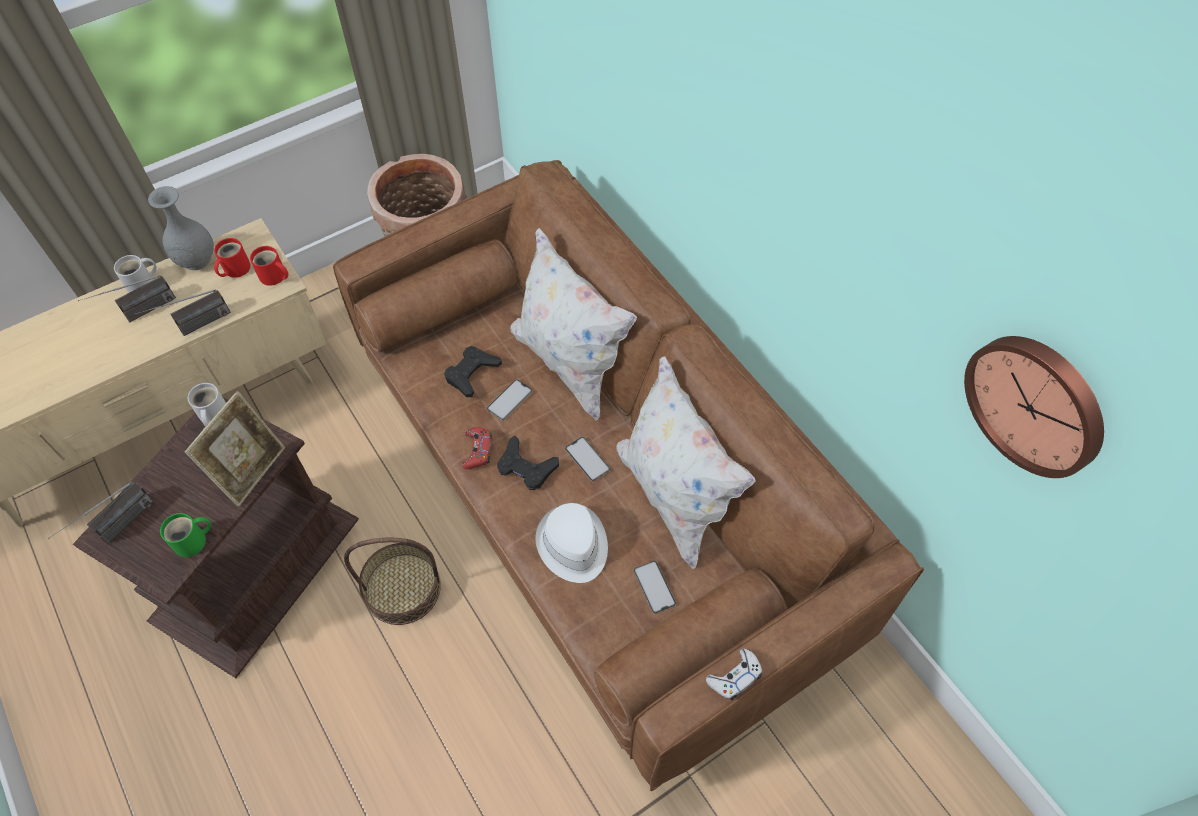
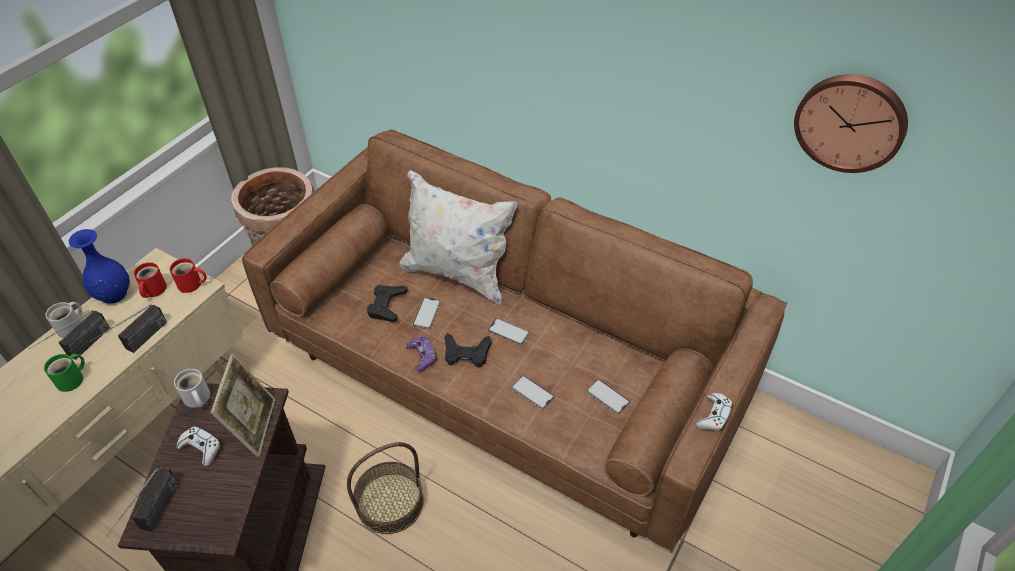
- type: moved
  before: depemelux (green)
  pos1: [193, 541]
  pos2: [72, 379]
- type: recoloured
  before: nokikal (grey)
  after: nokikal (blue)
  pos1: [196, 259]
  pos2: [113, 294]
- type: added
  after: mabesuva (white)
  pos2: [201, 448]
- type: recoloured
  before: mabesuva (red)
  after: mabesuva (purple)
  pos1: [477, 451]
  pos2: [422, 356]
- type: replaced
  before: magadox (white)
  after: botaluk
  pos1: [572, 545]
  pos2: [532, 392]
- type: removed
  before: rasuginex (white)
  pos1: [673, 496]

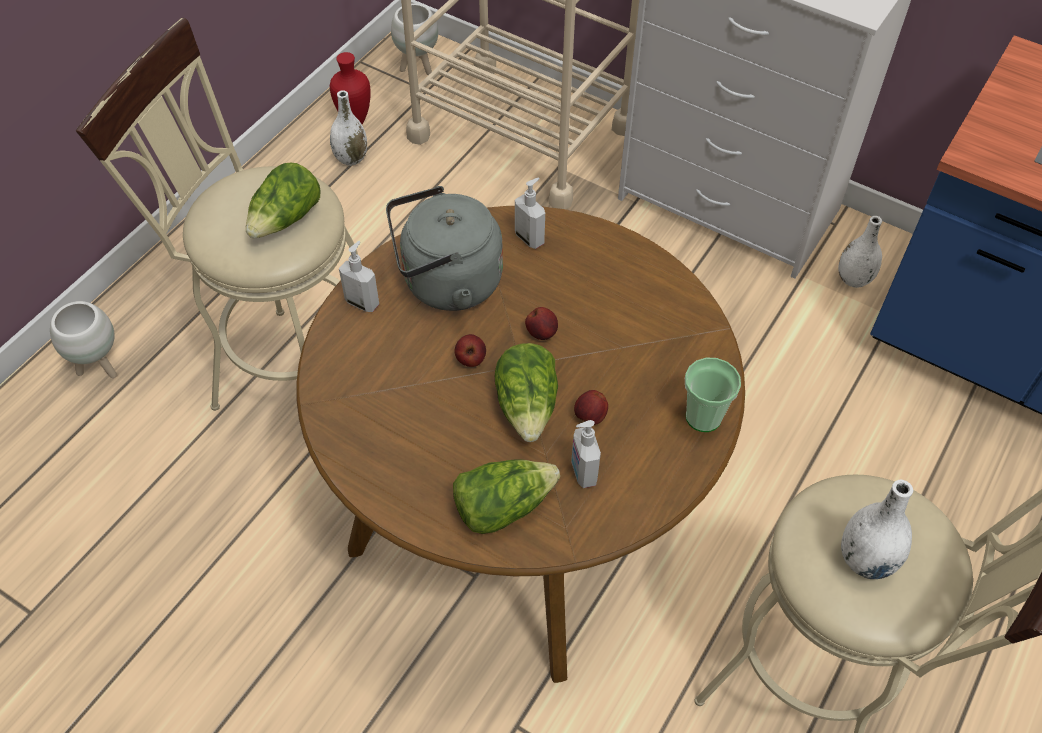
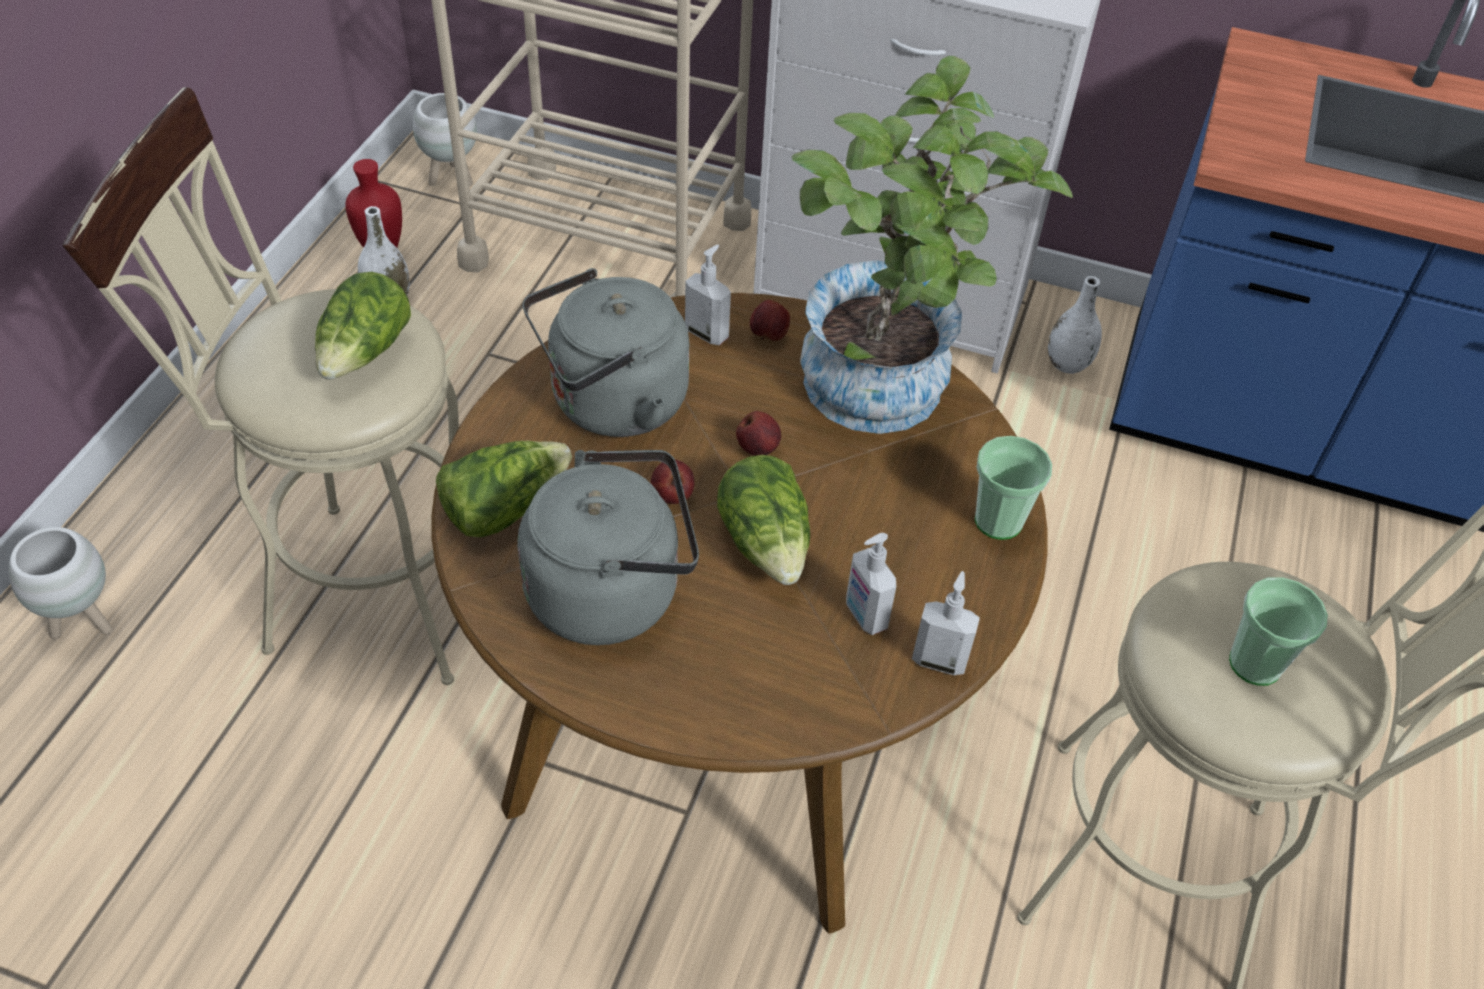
- type: moved
  before: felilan
  pos1: [502, 506]
  pos2: [504, 507]
- type: added
  after: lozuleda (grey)
  pos2: [612, 591]
- type: moved
  before: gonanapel
  pos1: [590, 417]
  pos2: [768, 336]
- type: added
  after: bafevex
  pos2: [887, 397]
- type: moved
  before: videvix
  pos1: [362, 302]
  pos2: [939, 660]
- type: replaced
  before: nokikal (white)
  after: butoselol
  pos1: [865, 560]
  pos2: [1255, 664]

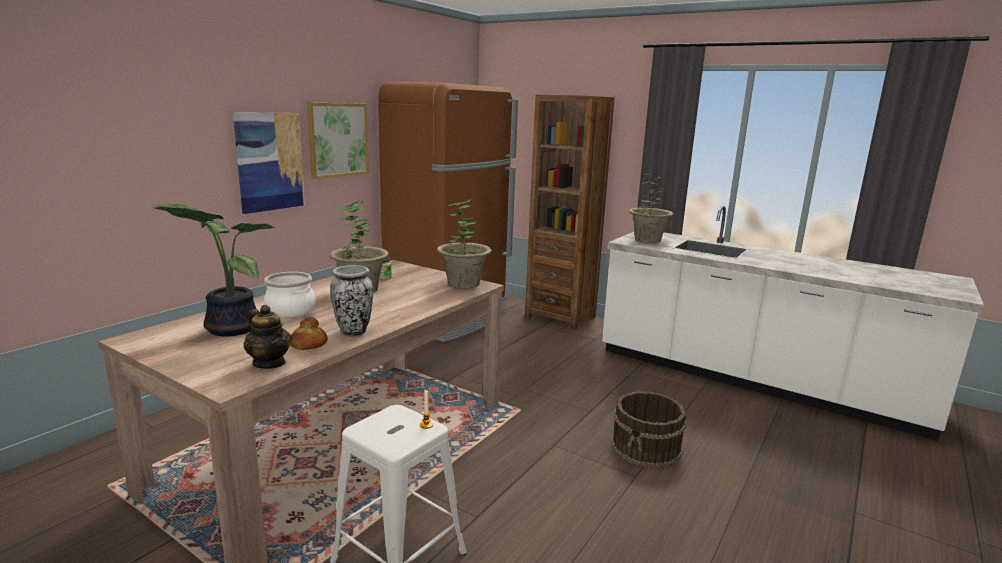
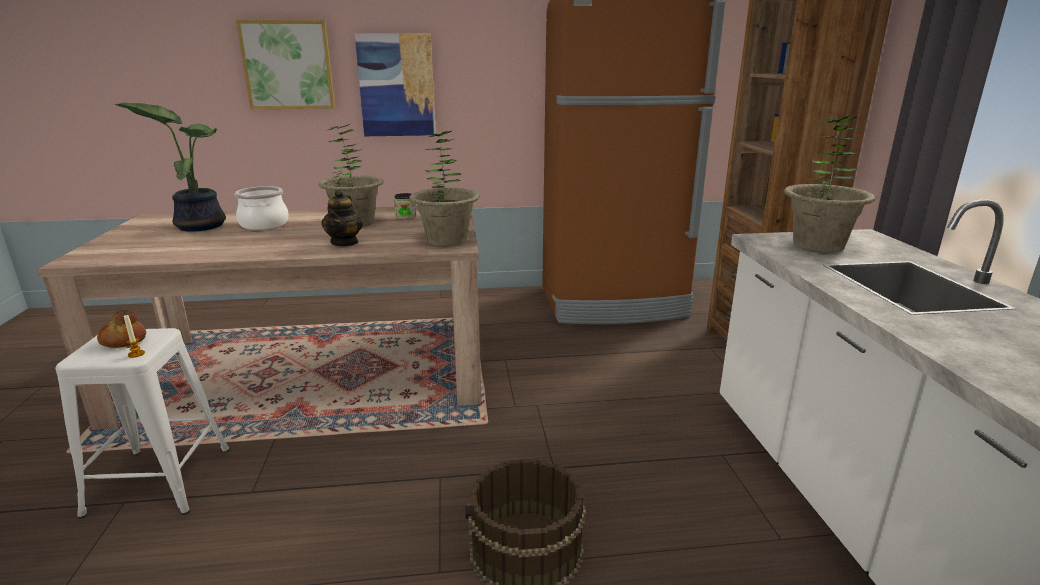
- type: moved
  before: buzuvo
  pos1: [308, 344]
  pos2: [123, 341]
- type: moved
  before: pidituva
  pos1: [337, 139]
  pos2: [288, 65]
- type: moved
  before: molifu
  pos1: [270, 363]
  pos2: [345, 242]
- type: removed
  before: nokikal
  pos1: [354, 332]

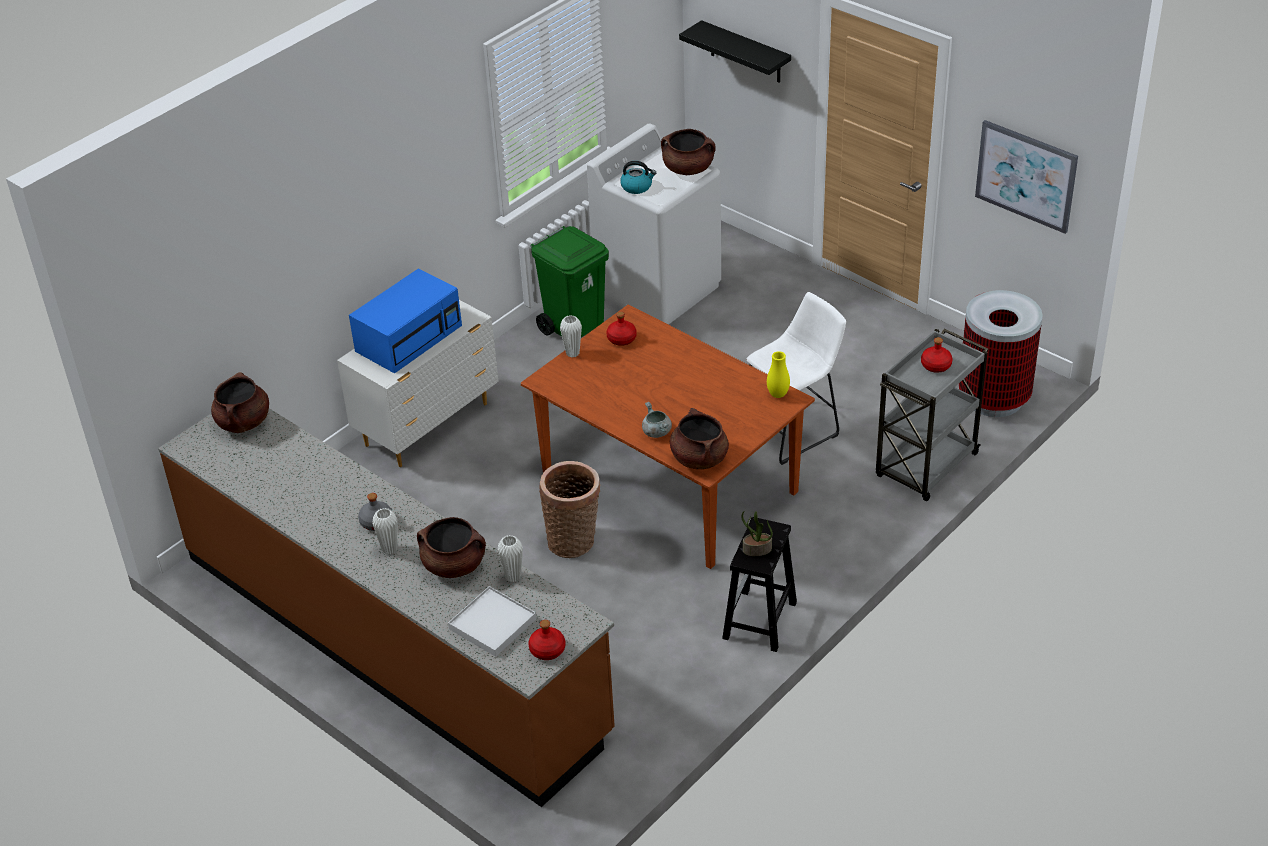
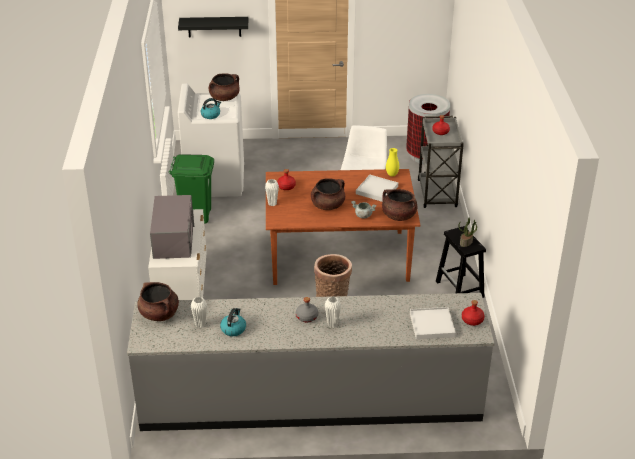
- type: recoloured
  before: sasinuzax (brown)
  after: sasinuzax (grey)
  pos1: [393, 642]
  pos2: [310, 400]
- type: recoloured
  before: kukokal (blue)
  after: kukokal (grey)
  pos1: [410, 337]
  pos2: [173, 238]
- type: moved
  before: nokikal (white)
  pos1: [513, 576]
  pos2: [200, 325]
- type: added
  after: lozuleda
  pos2: [233, 329]
- type: moved
  before: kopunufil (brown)
  pos1: [454, 565]
  pos2: [328, 205]
- type: added
  after: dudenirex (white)
  pos2: [376, 190]
- type: removed
  before: pidituva
  pos1: [1026, 176]

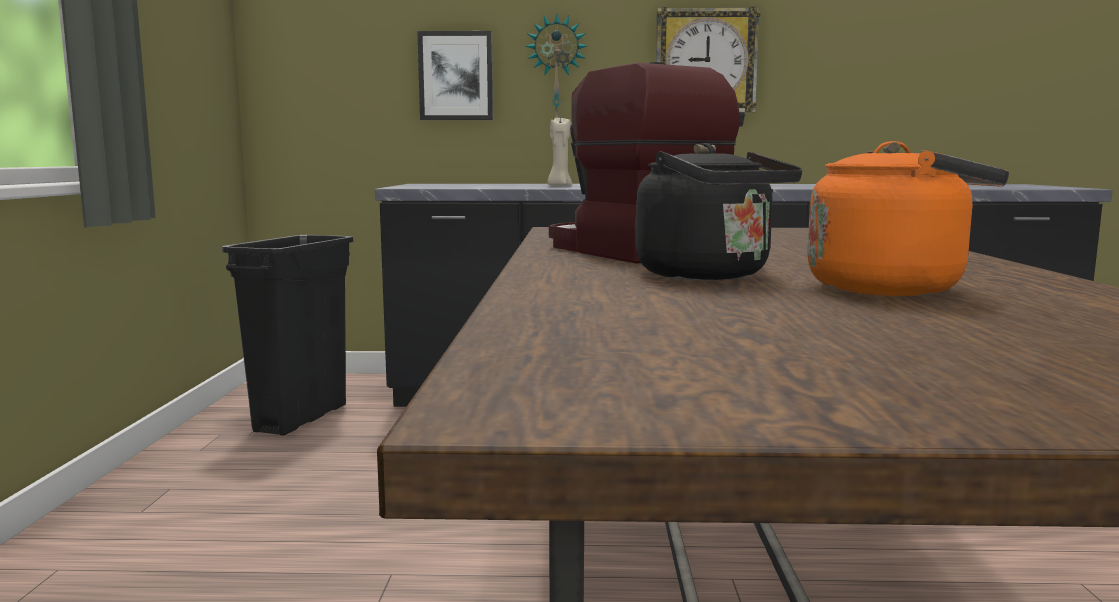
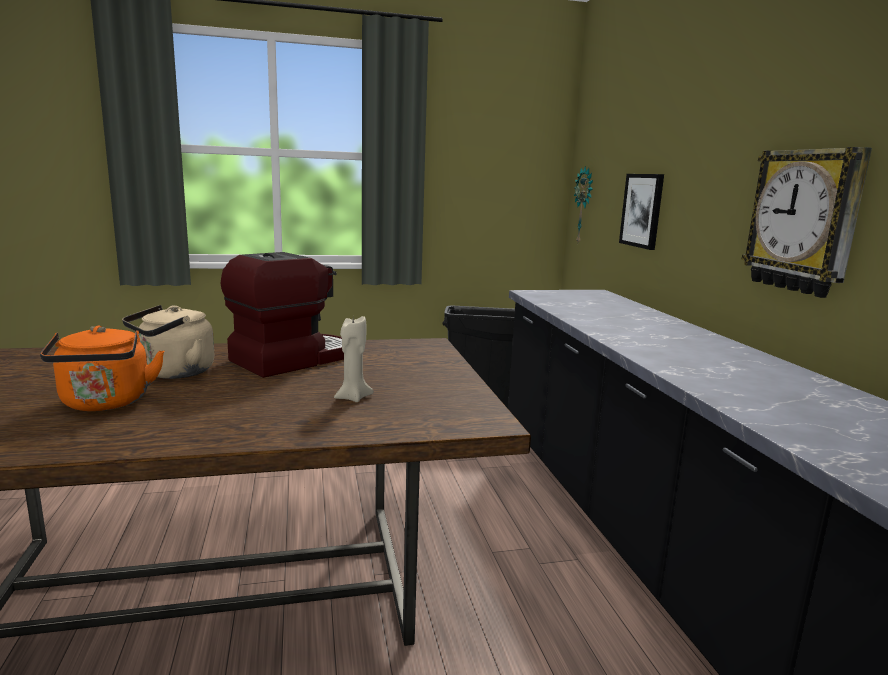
- type: recoloured
  before: lozuleda (black)
  after: lozuleda (beige)
  pos1: [710, 276]
  pos2: [173, 373]
- type: moved
  before: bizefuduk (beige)
  pos1: [559, 186]
  pos2: [353, 397]
- type: moved
  before: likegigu
  pos1: [556, 72]
  pos2: [584, 206]

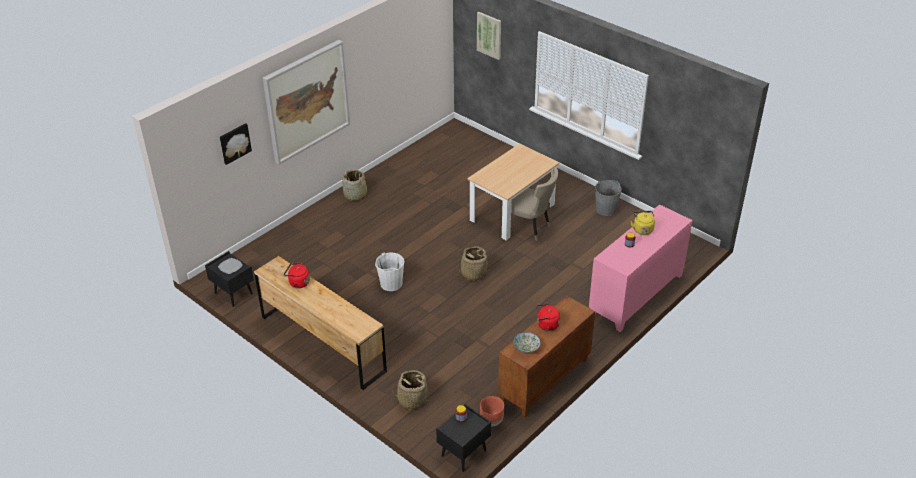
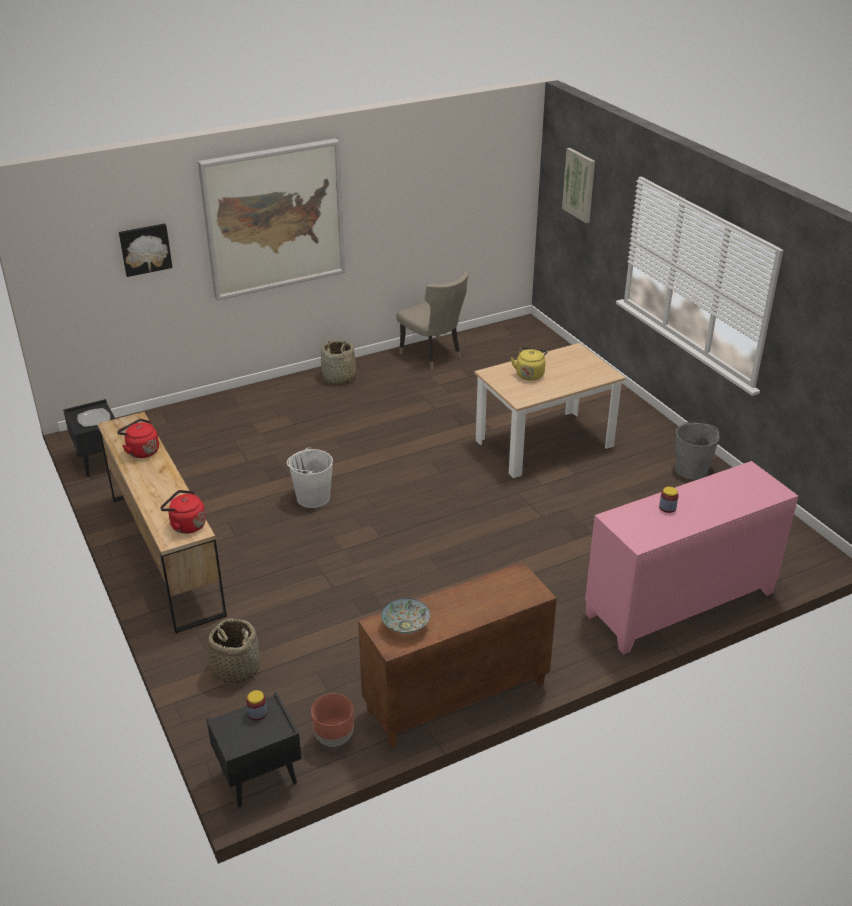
- type: moved
  before: lozuleda (red)
  pos1: [546, 325]
  pos2: [186, 525]
- type: moved
  before: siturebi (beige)
  pos1: [530, 228]
  pos2: [433, 356]
- type: moved
  before: lozuleda (yellow)
  pos1: [642, 229]
  pos2: [530, 374]
- type: removed
  before: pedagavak
  pos1: [473, 273]

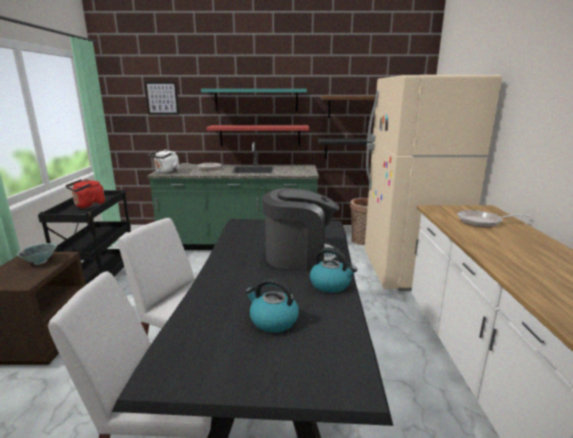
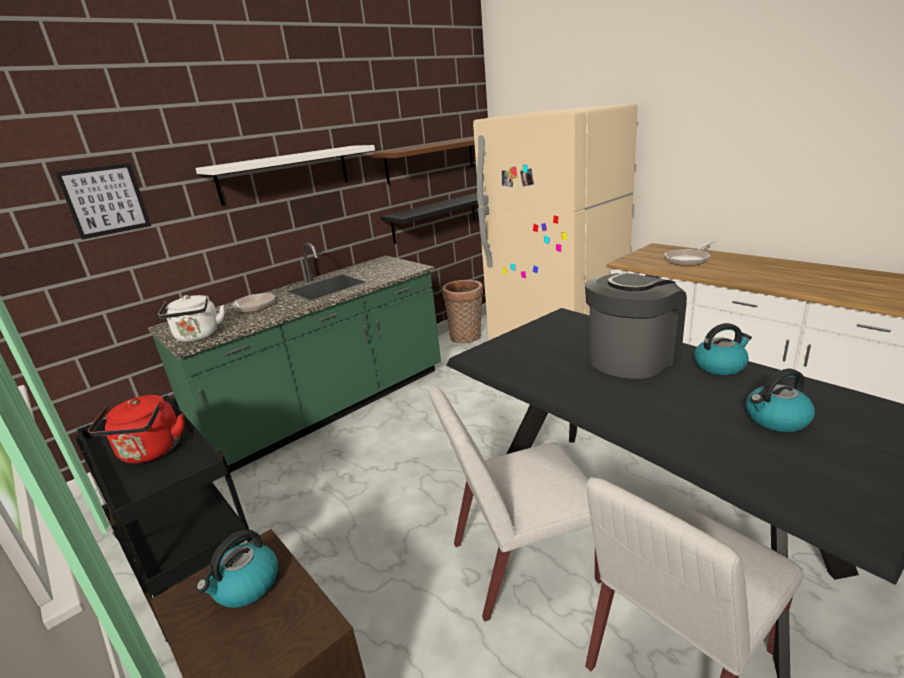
- type: recoloured
  before: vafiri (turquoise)
  after: vafiri (white)
  pos1: [256, 100]
  pos2: [285, 174]
- type: replaced
  before: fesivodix
  after: lozuleda
  pos1: [40, 262]
  pos2: [246, 586]
- type: removed
  before: vafiri (red)
  pos1: [260, 135]

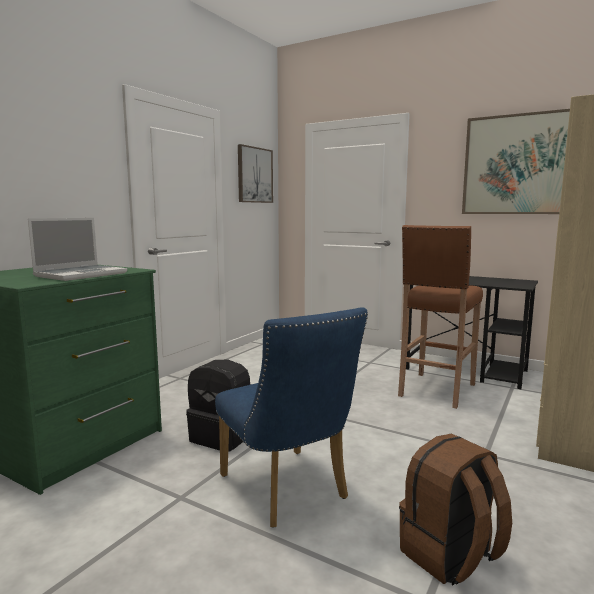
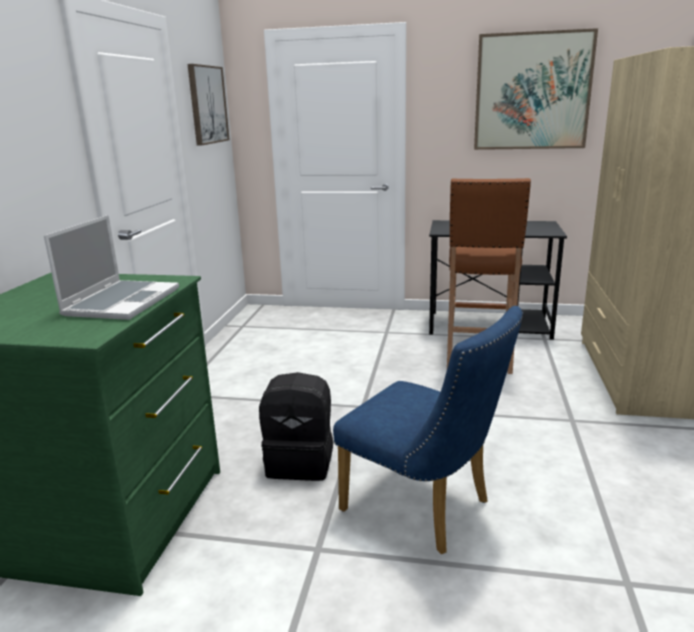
- type: removed
  before: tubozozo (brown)
  pos1: [450, 556]

